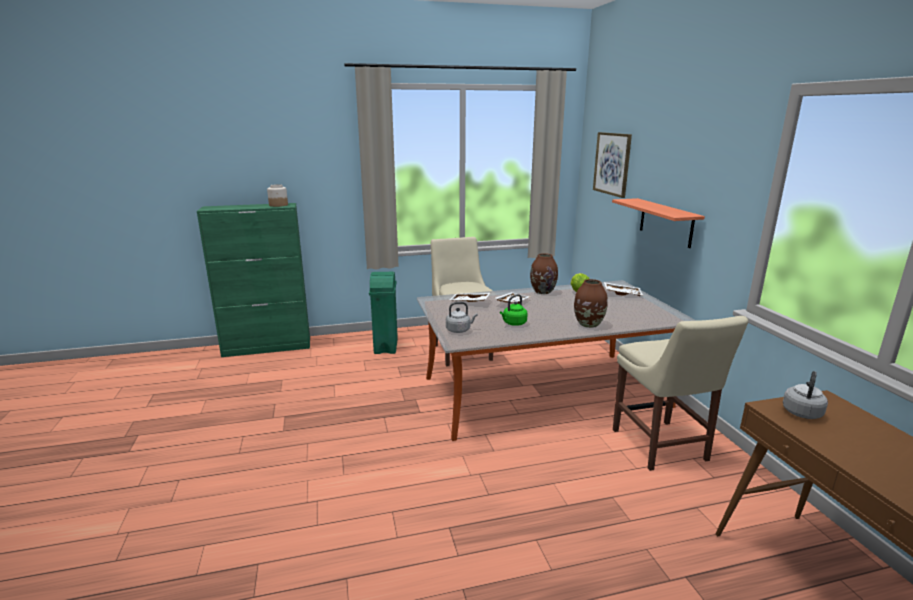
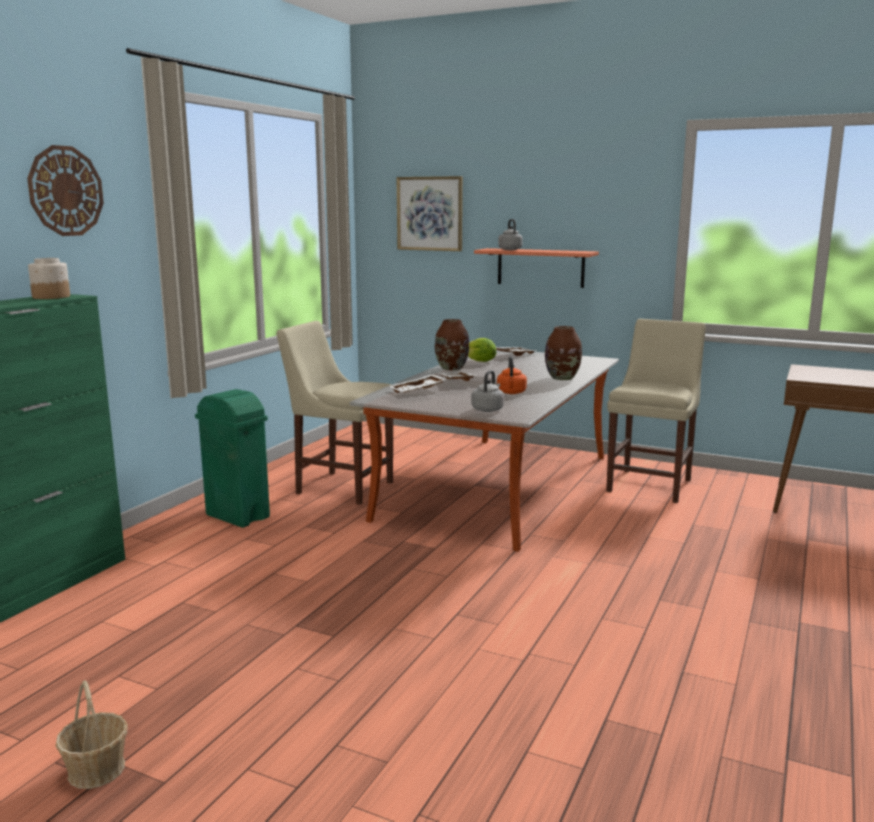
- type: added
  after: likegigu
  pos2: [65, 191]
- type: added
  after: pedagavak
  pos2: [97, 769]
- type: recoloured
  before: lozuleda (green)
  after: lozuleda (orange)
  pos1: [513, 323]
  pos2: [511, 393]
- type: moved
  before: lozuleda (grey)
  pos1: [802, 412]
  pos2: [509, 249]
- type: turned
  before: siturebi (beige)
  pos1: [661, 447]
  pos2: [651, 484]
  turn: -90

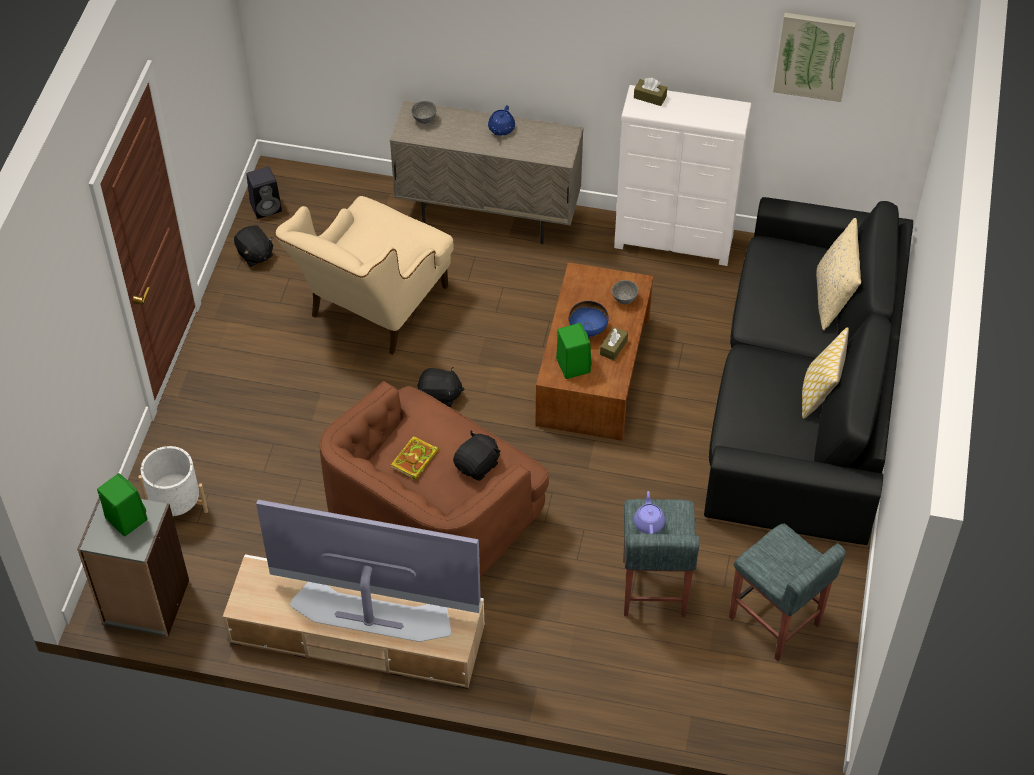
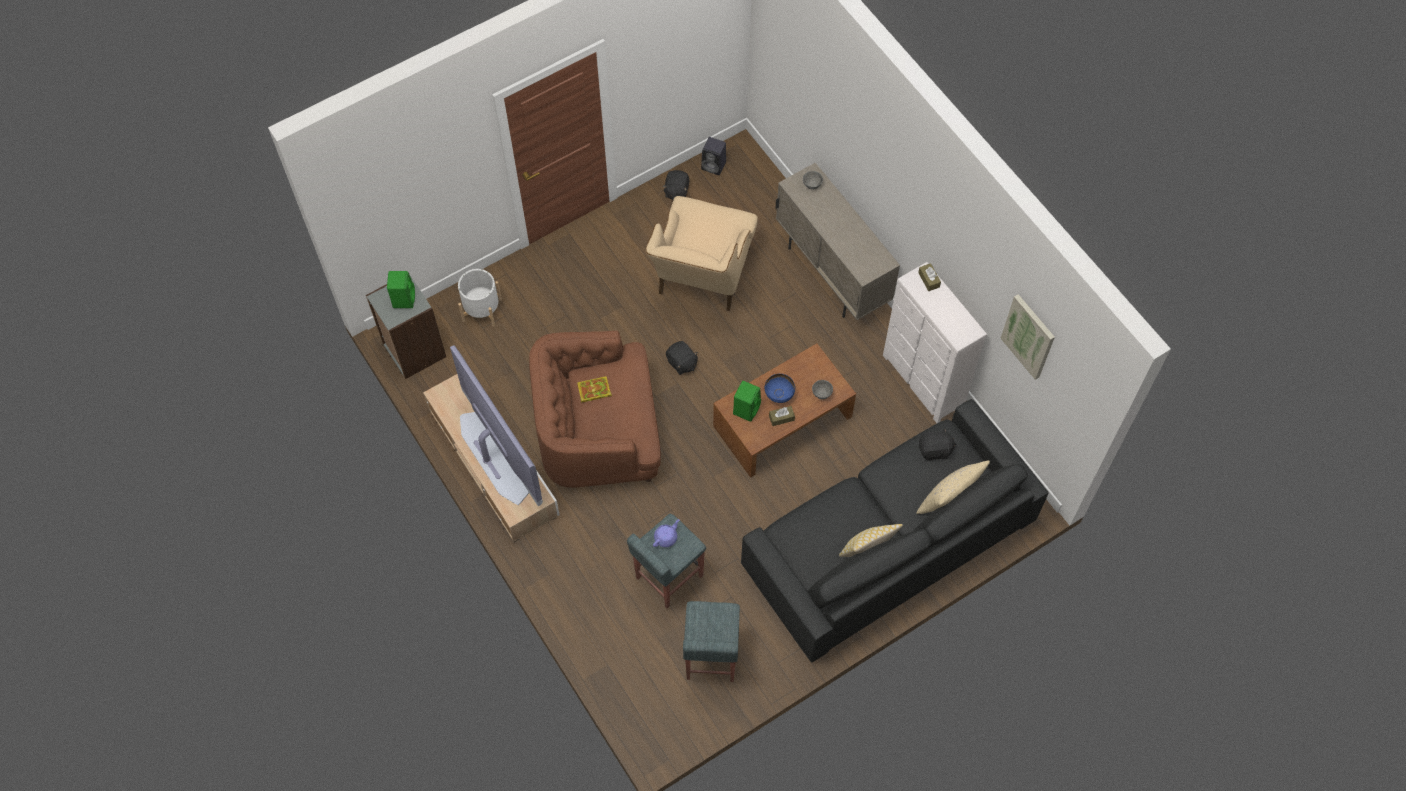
- type: turned
  before: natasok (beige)
  pos1: [371, 311]
  pos2: [701, 279]
  turn: -60
- type: moved
  before: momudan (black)
  pos1: [477, 465]
  pos2: [935, 450]
- type: removed
  before: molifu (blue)
  pos1: [501, 129]

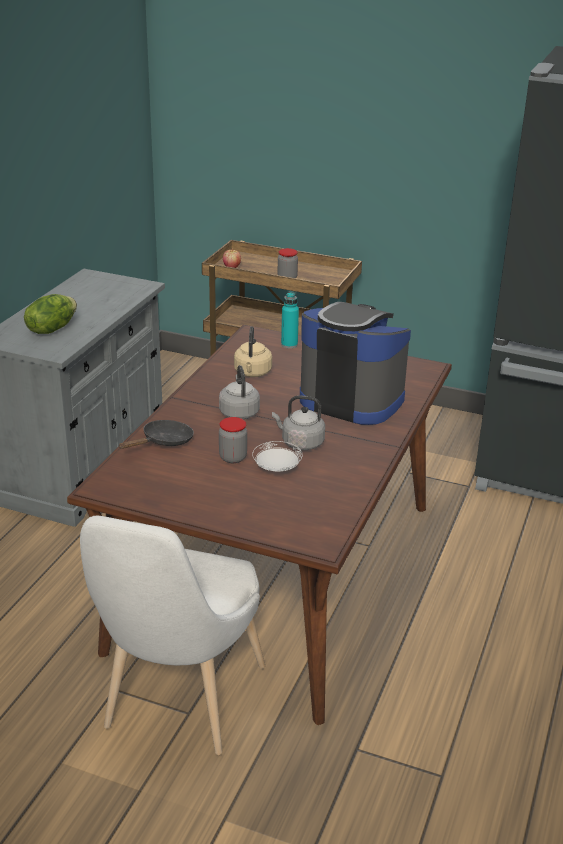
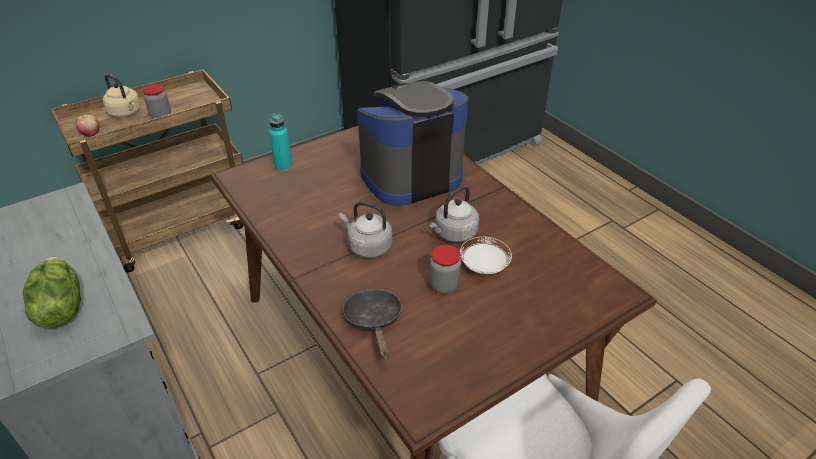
- type: moved
  before: lozuleda (beige)
  pos1: [252, 373]
  pos2: [126, 113]

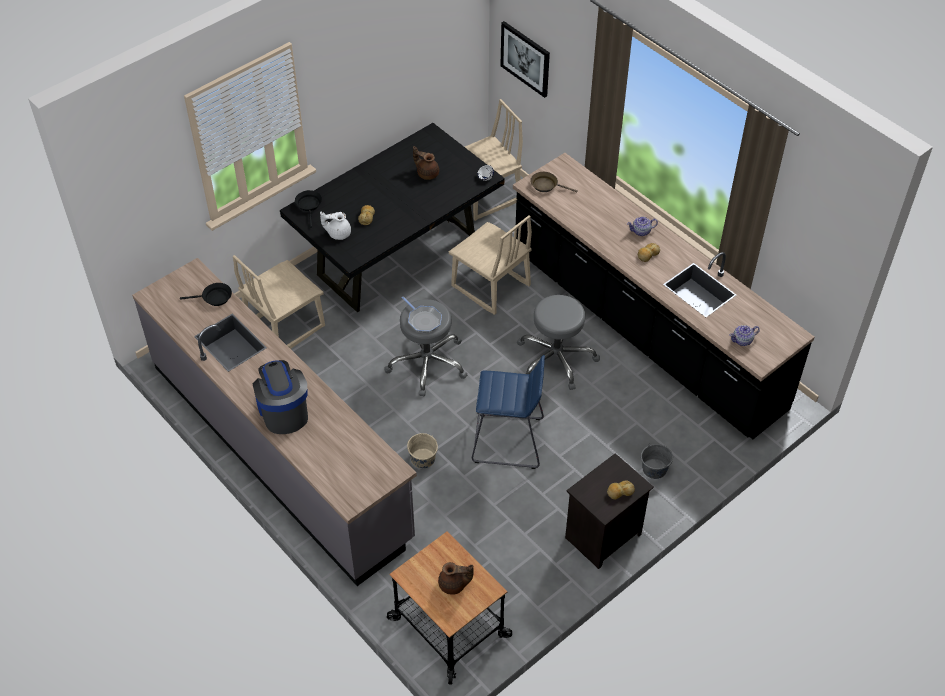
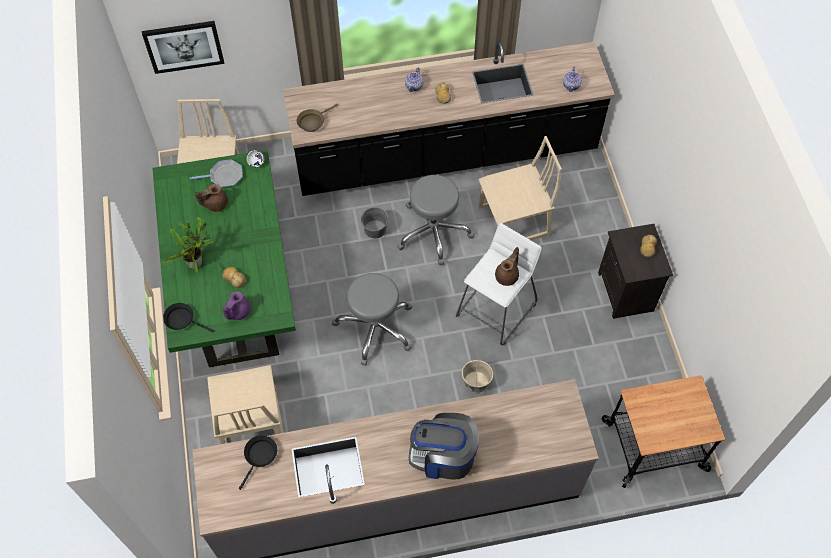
- type: recoloured
  before: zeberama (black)
  after: zeberama (green)
  pos1: [397, 256]
  pos2: [234, 290]
- type: added
  after: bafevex
  pos2: [197, 262]
- type: moved
  before: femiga
  pos1: [423, 320]
  pos2: [224, 176]
- type: recoloured
  before: molifu (white)
  after: molifu (purple)
  pos1: [338, 233]
  pos2: [237, 312]
- type: moved
  before: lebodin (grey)
  pos1: [654, 469]
  pos2: [375, 229]
- type: recoloured
  before: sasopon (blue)
  after: sasopon (white)
  pos1: [508, 441]
  pos2: [496, 309]
- type: moved
  before: siturebi (beige)
  pos1: [490, 286]
  pos2: [514, 222]
- type: moved
  before: molifu (brown)
  pos1: [454, 585]
  pos2: [507, 276]

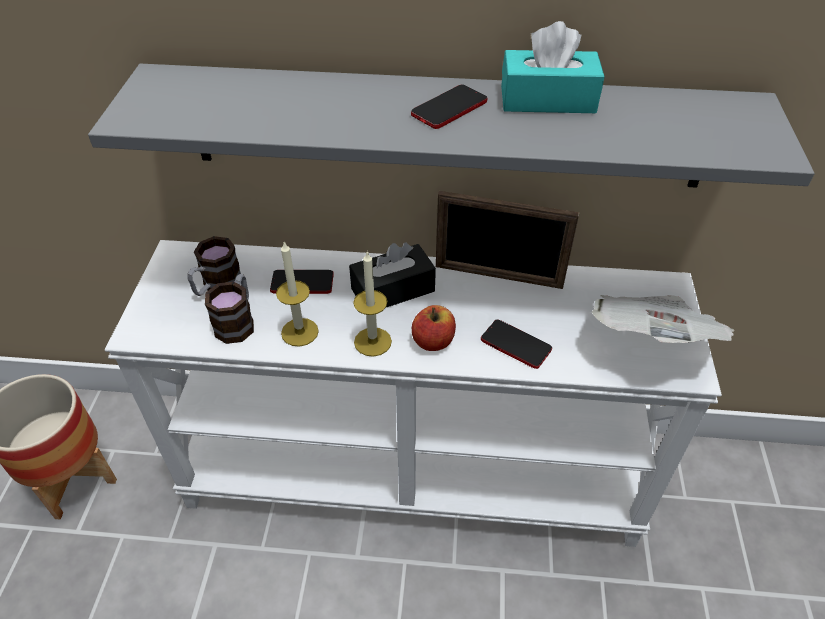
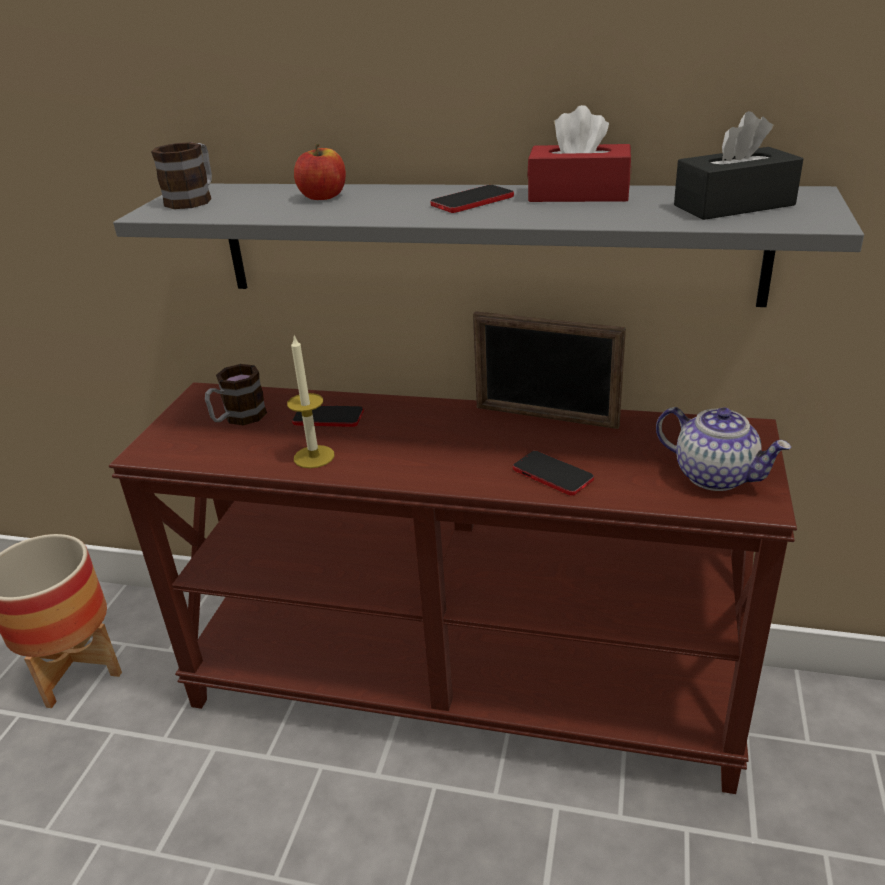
- type: recoloured
  before: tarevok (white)
  after: tarevok (brown)
  pos1: [414, 471]
  pos2: [461, 687]
- type: moved
  before: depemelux
  pos1: [238, 321]
  pos2: [194, 199]
- type: moved
  before: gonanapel
  pos1: [433, 341]
  pos2: [323, 197]
- type: recoloured
  before: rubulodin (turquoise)
  after: rubulodin (red)
  pos1: [547, 100]
  pos2: [578, 194]
- type: replaced
  before: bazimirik
  after: molifu
  pos1: [651, 340]
  pos2: [716, 476]
- type: moved
  before: rubulodin (black)
  pos1: [393, 290]
  pos2: [734, 205]
- type: removed
  before: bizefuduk
  pos1: [372, 342]

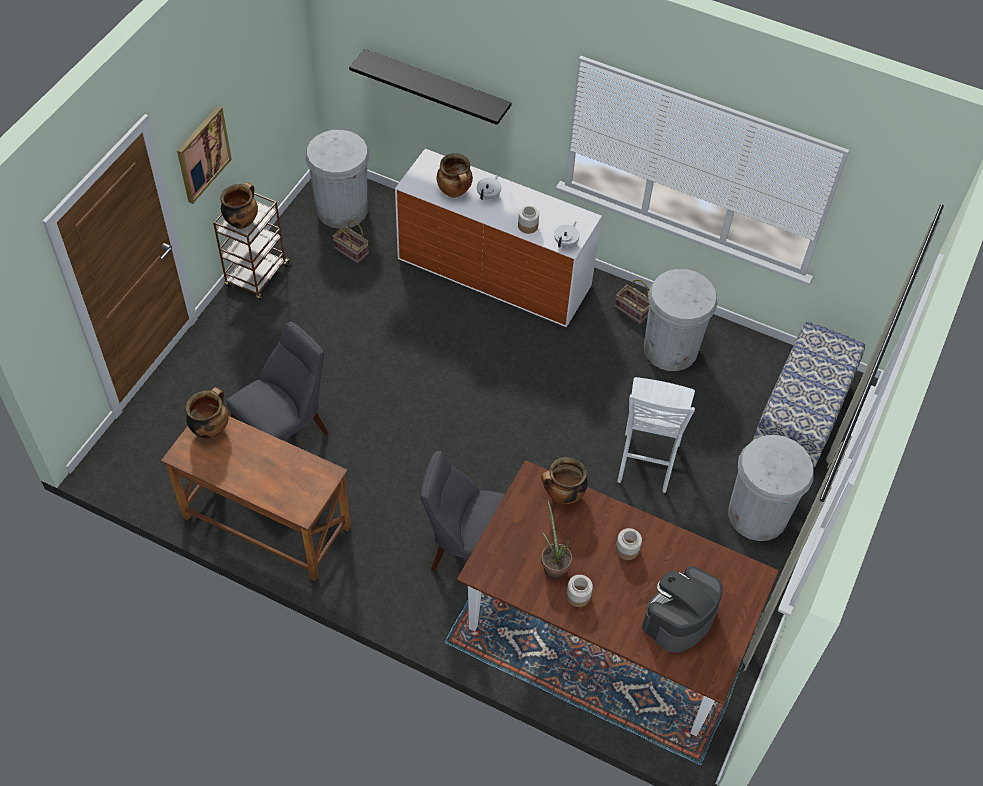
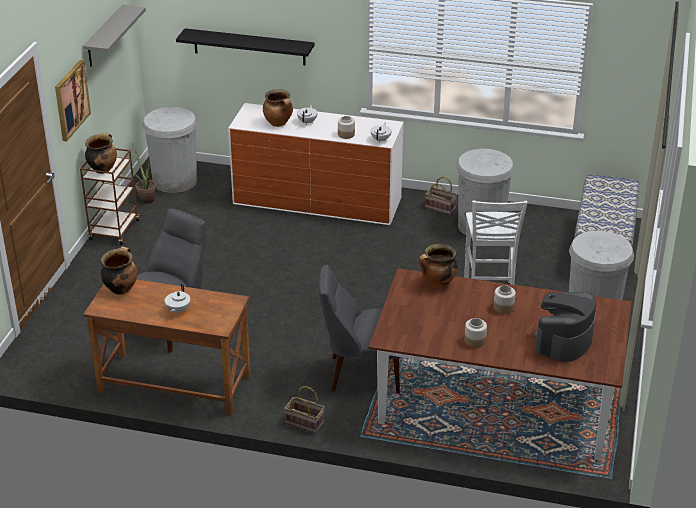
- type: added
  after: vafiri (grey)
  pos2: [104, 37]
- type: moved
  before: bafevex
  pos1: [553, 565]
  pos2: [145, 198]
- type: added
  after: molifu (white)
  pos2: [178, 310]
- type: moved
  before: pedagavak
  pos1: [352, 251]
  pos2: [305, 422]

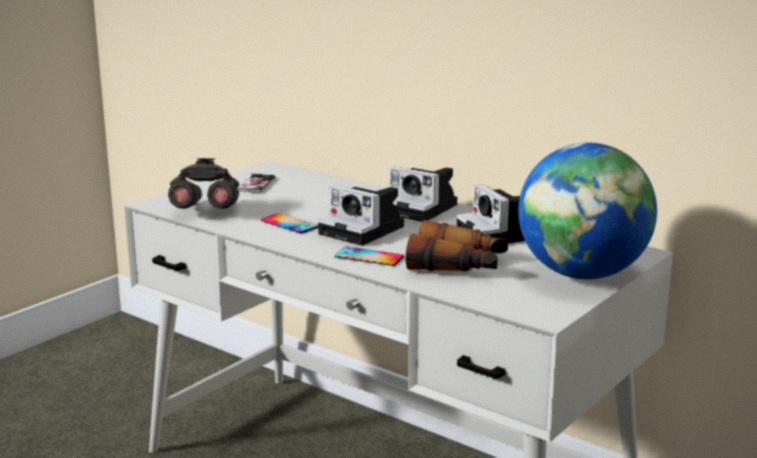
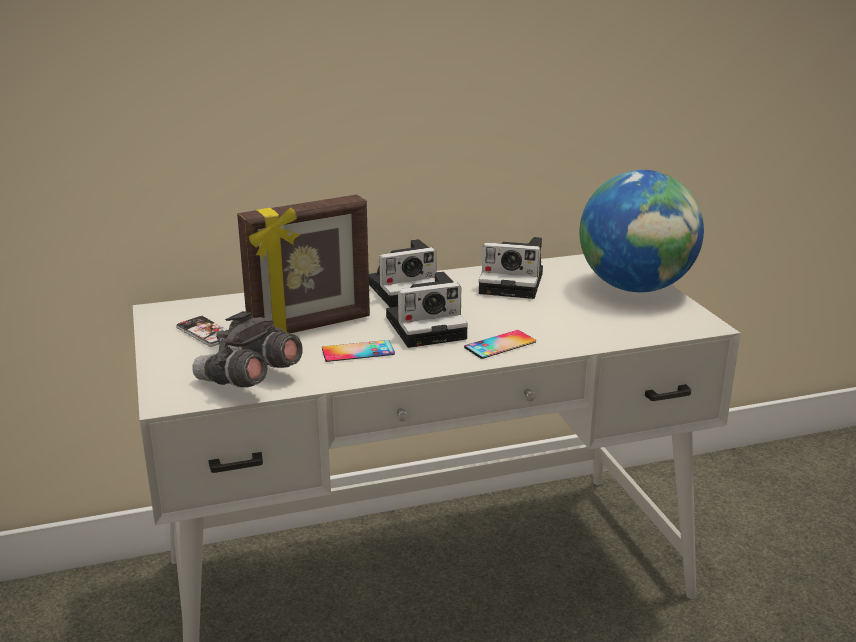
- type: added
  after: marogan
  pos2: [311, 327]
- type: removed
  before: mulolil
  pos1: [458, 265]

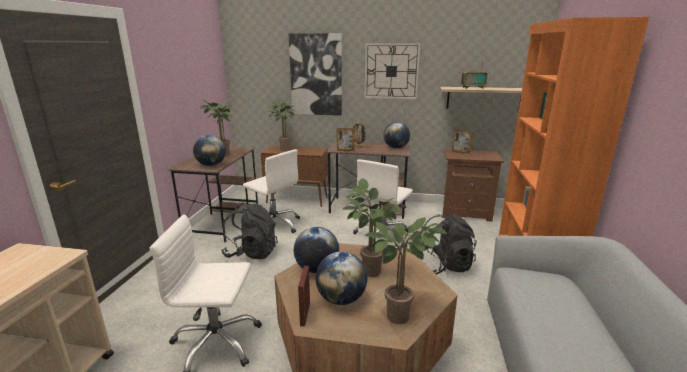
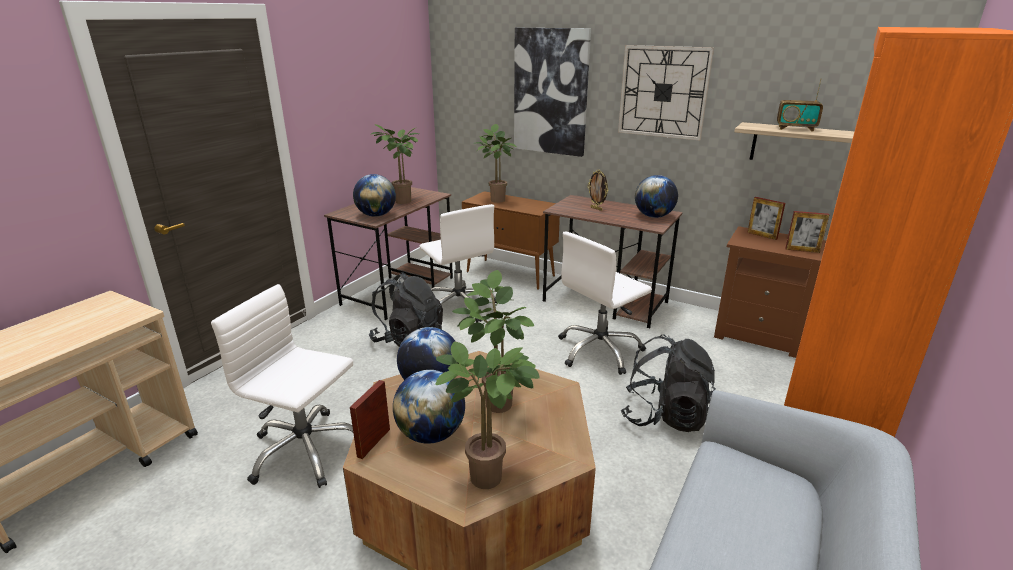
- type: moved
  before: marogan
  pos1: [345, 150]
  pos2: [802, 250]

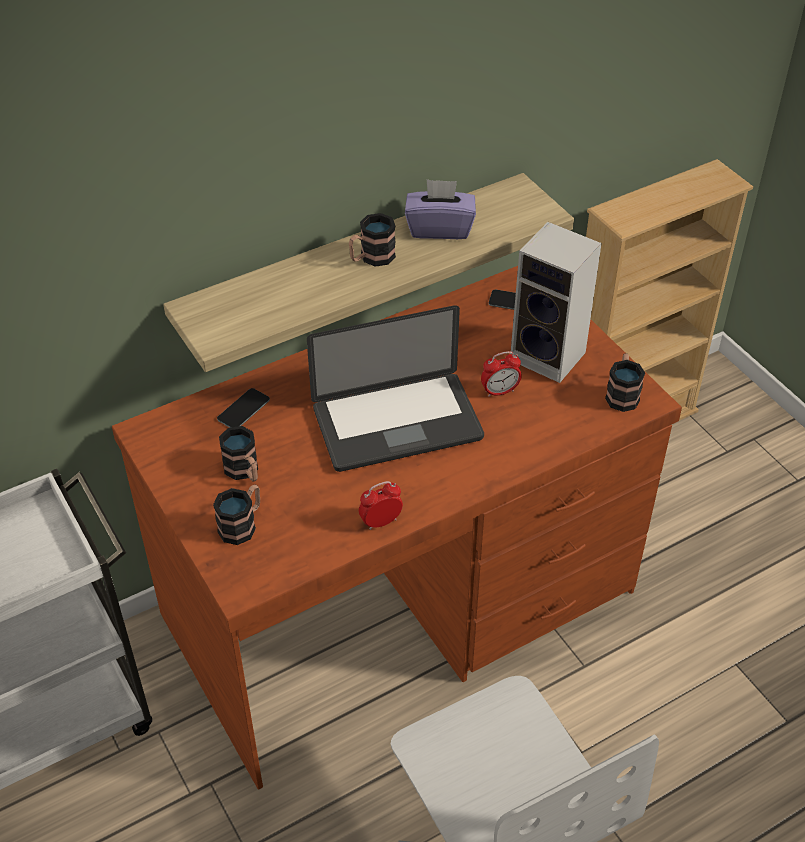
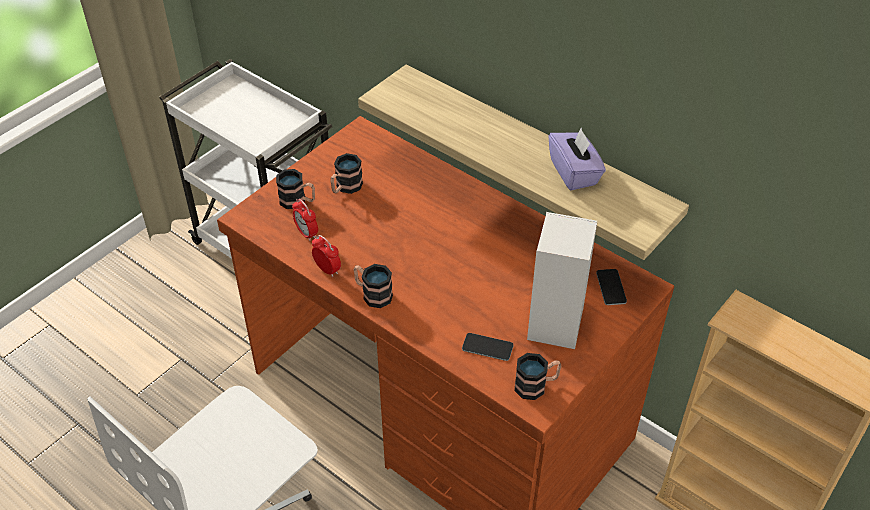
- type: moved
  before: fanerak
  pos1: [499, 391]
  pos2: [306, 233]
- type: moved
  before: depemelux
  pos1: [371, 258]
  pos2: [372, 294]
- type: moved
  before: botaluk
  pos1: [243, 409]
  pos2: [487, 347]
- type: removed
  before: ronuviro
  pos1: [397, 423]

